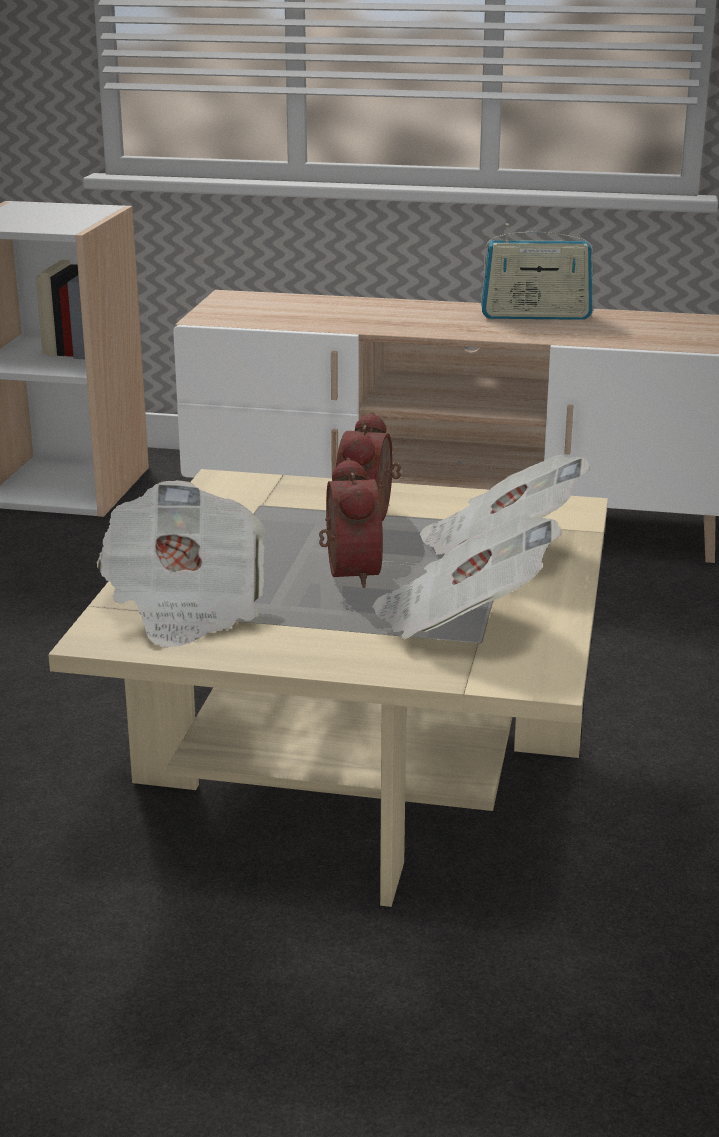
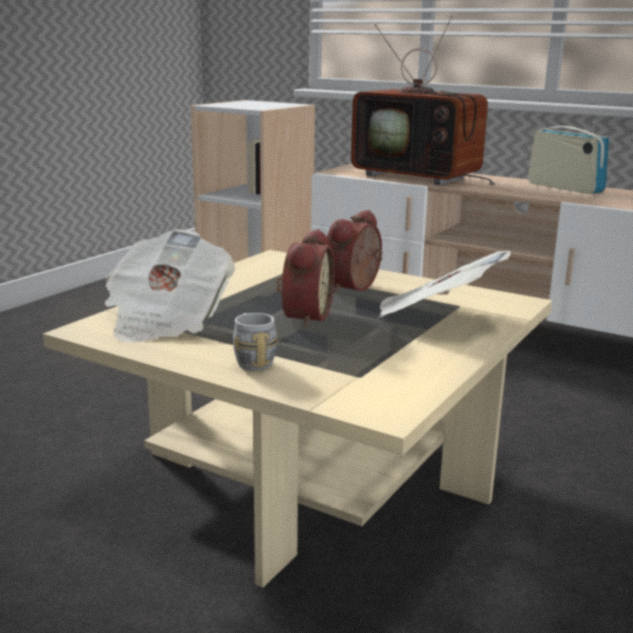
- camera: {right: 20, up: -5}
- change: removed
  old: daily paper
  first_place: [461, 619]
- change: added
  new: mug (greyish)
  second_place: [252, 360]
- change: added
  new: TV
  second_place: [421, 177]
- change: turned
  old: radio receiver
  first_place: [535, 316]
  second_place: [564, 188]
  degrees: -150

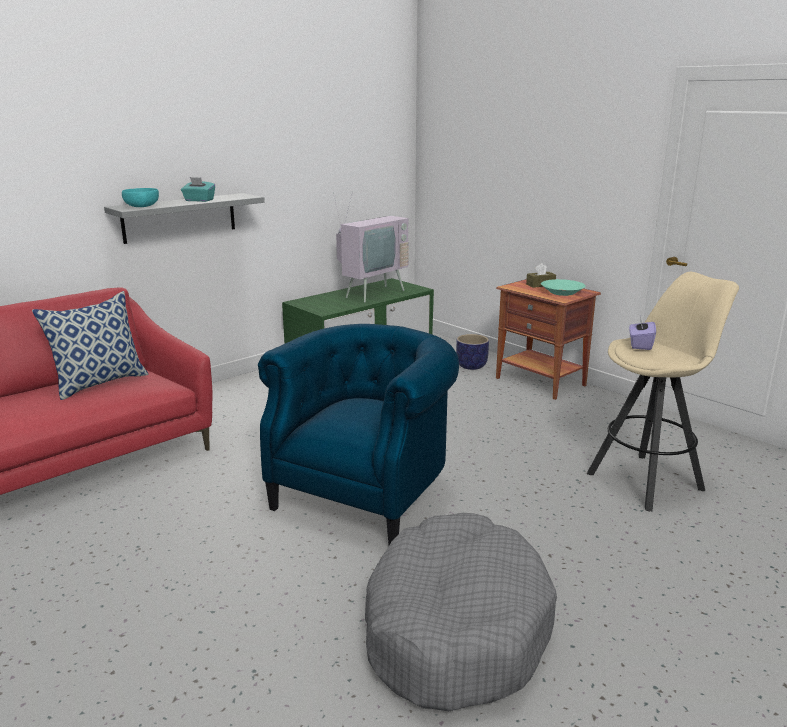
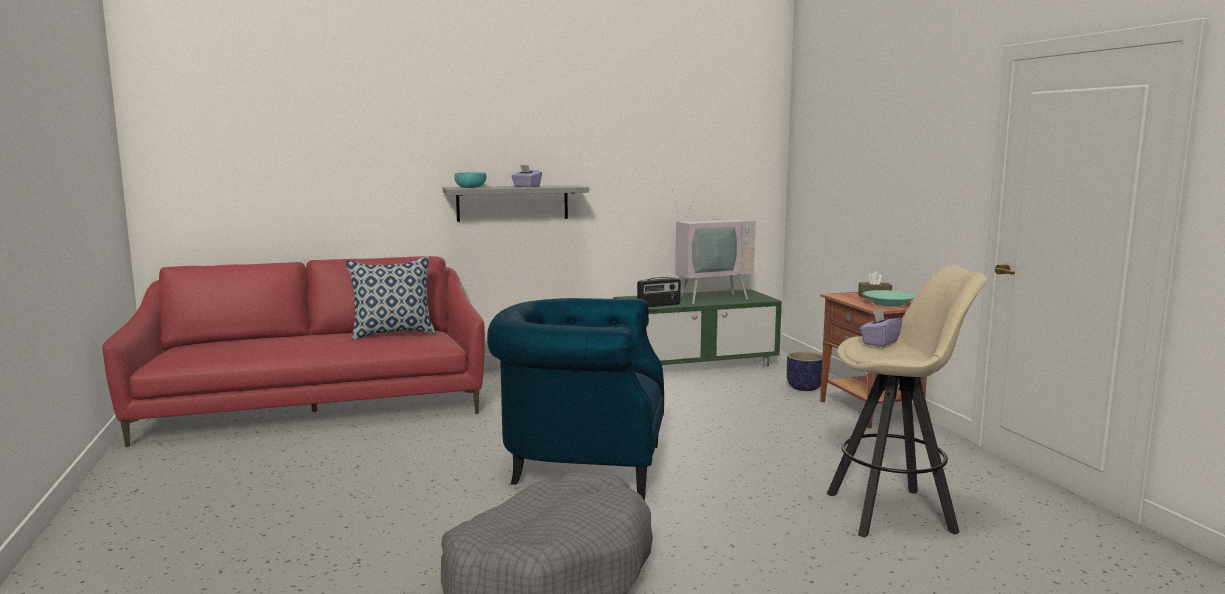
- camera: {right: 25, up: -10}
- change: added
  new: radio receiver
  second_place: [659, 305]
- change: recoloured
  old: tissue holder (blue-green)
  new: tissue holder (purplish)
  first_place: [199, 200]
  second_place: [526, 186]
- change: turned
  old: lounge chair (blue)
  first_place: [367, 493]
  second_place: [580, 467]
  degrees: -135

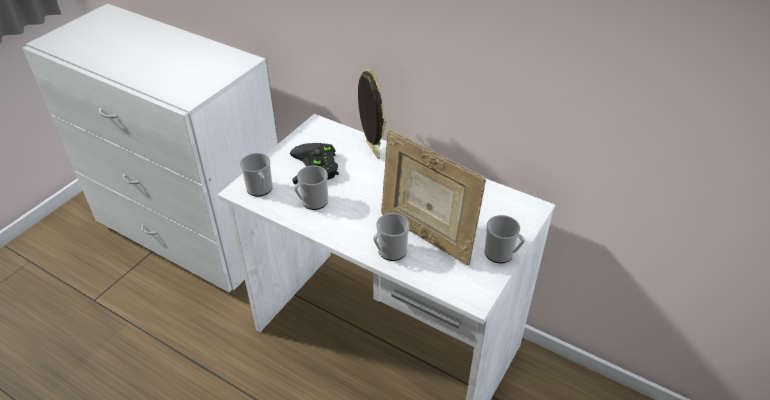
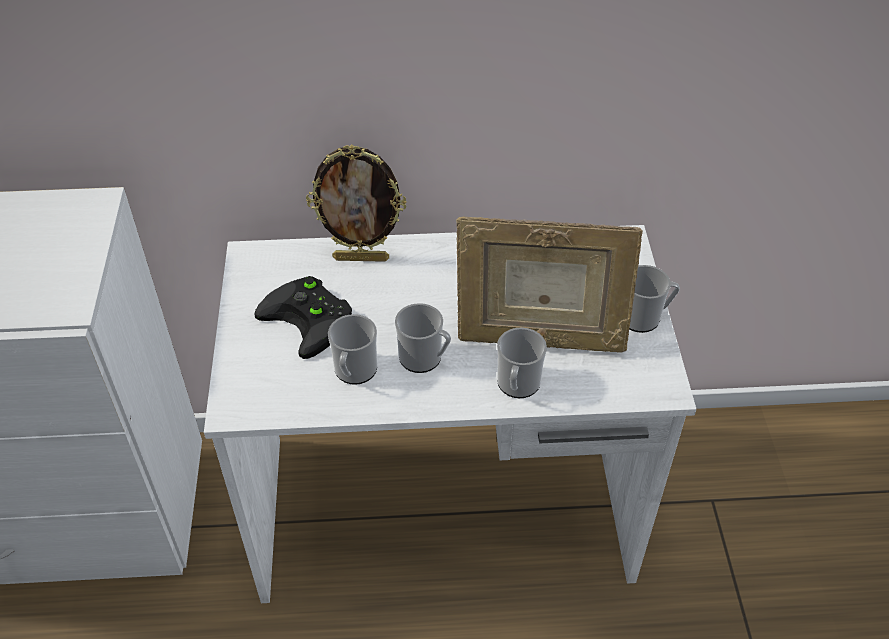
- camera: {right: -35, up: 5}
- change: moved
  old: mug
  first_place: [260, 190]
  second_place: [424, 359]
- change: turned
  old: picture frame
  first_place: [371, 150]
  second_place: [361, 258]
  degrees: 150

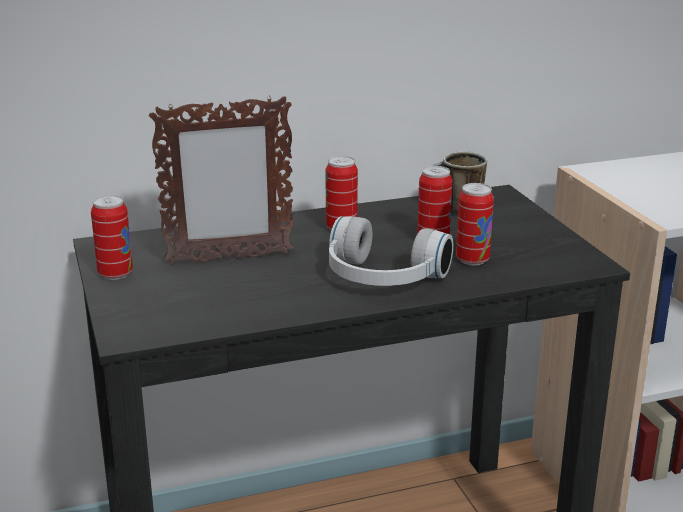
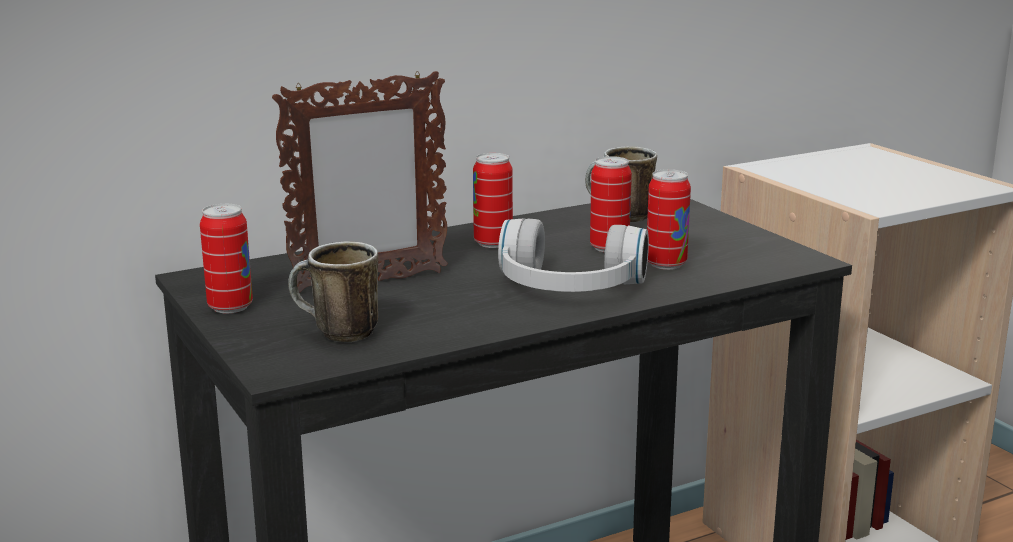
- camera: {right: -10, up: -5}
- change: added
  new: mug
  second_place: [335, 334]

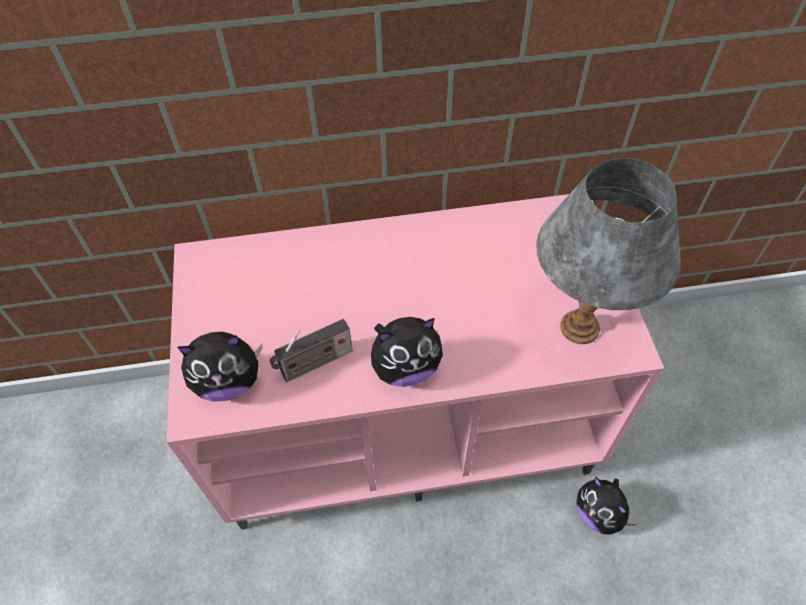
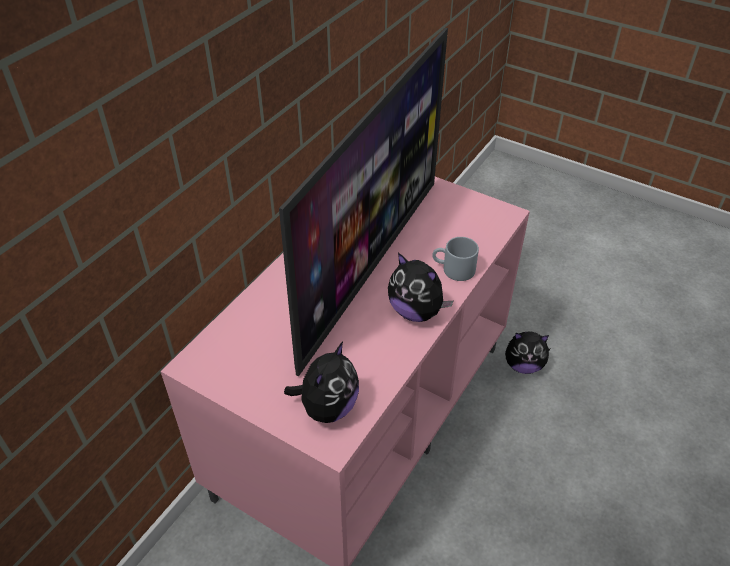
- camera: {right: -50, up: -10}
- change: removed
  old: radio receiver
  first_place: [314, 364]
- change: removed
  old: table lamp (greyish)
  first_place: [579, 326]
- change: added
  new: TV
  second_place: [369, 265]
- change: added
  new: mug (greyish)
  second_place: [453, 269]
- change: turned
  old: soft toy
  first_place: [405, 368]
  second_place: [416, 311]
  degrees: 105

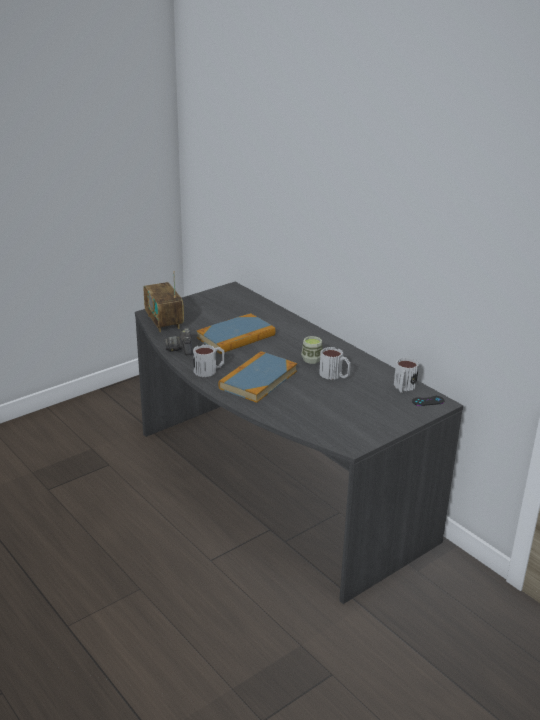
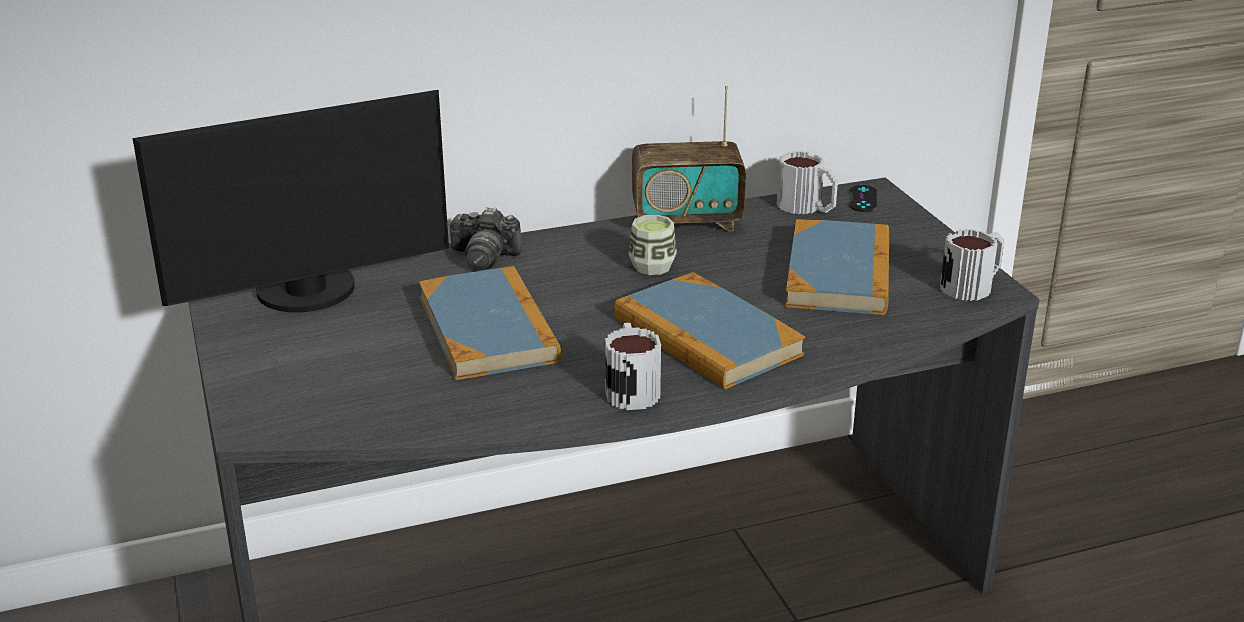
- camera: {right: -70, up: 0}
- change: added
  new: computer screen
  second_place: [309, 293]
- change: added
  new: bound book
  second_place: [839, 273]
- change: moved
  old: radio receiver
  first_place: [164, 322]
  second_place: [686, 221]
- change: moved
  old: photo camera
  first_place: [181, 349]
  second_place: [484, 257]
- change: moved
  old: mug
  first_place: [335, 375]
  second_place: [973, 286]

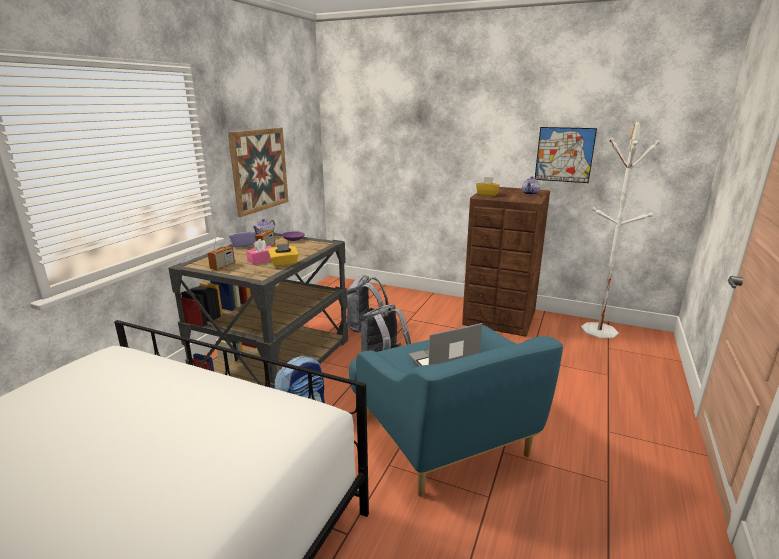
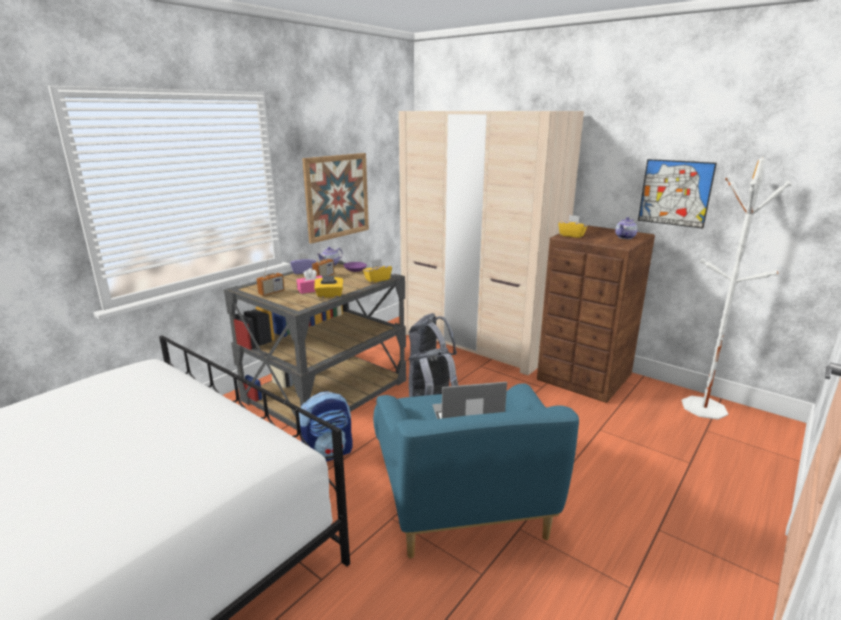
- camera: {right: 15, up: 0}
- change: added
  new: tissue holder (yellow)
  second_place: [377, 279]
- change: added
  new: clothes cupboard (beige-coloured)
  second_place: [476, 342]

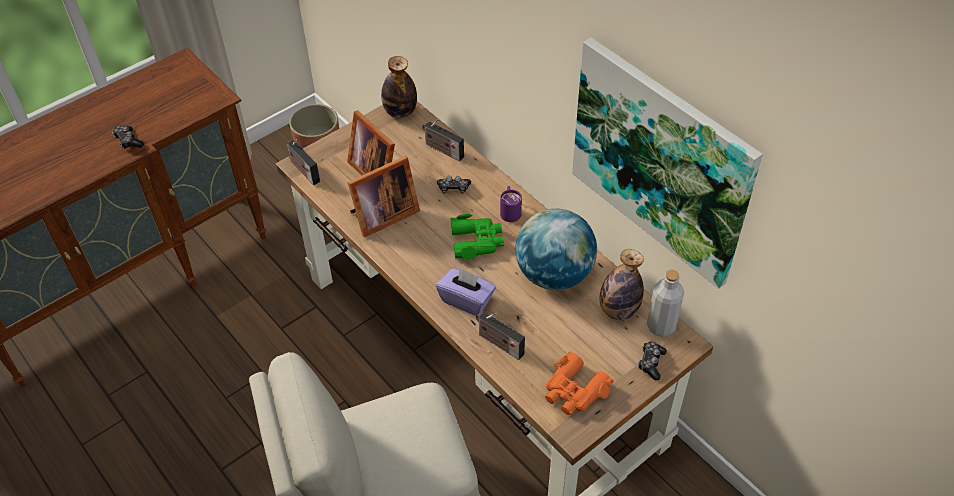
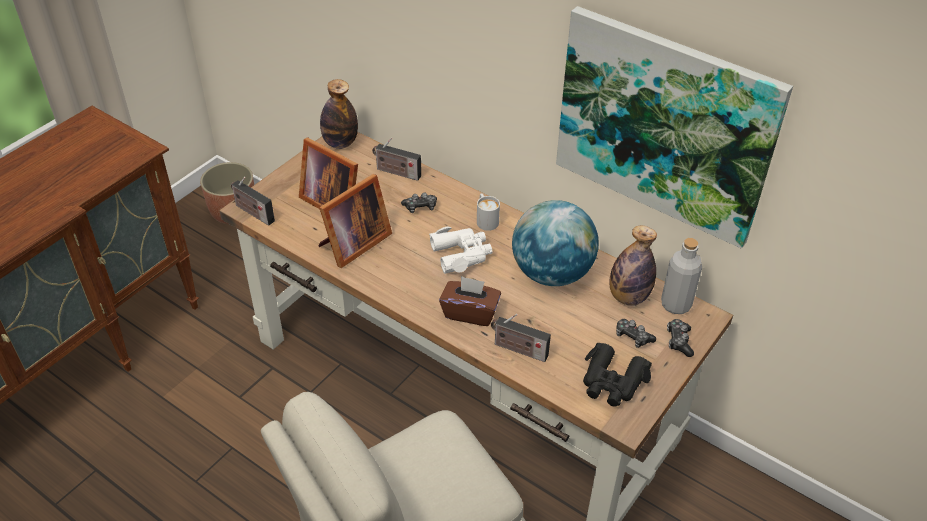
- camera: {right: -15, up: -5}
- change: moved
  old: joypad
  first_place: [128, 141]
  second_place: [632, 337]
- change: recoloured
  old: tissue holder (purplish)
  new: tissue holder (brown)
  first_place: [466, 300]
  second_place: [470, 312]
- change: recoloured
  old: field glasses (green-coloured)
  new: field glasses (white-coloured)
  first_place: [477, 241]
  second_place: [461, 254]
- change: recoloured
  old: mug (purplish)
  new: mug (white-coloured)
  first_place: [510, 210]
  second_place: [485, 219]
- change: recoloured
  old: field glasses (orange)
  new: field glasses (black)
  first_place: [574, 391]
  second_place: [612, 382]

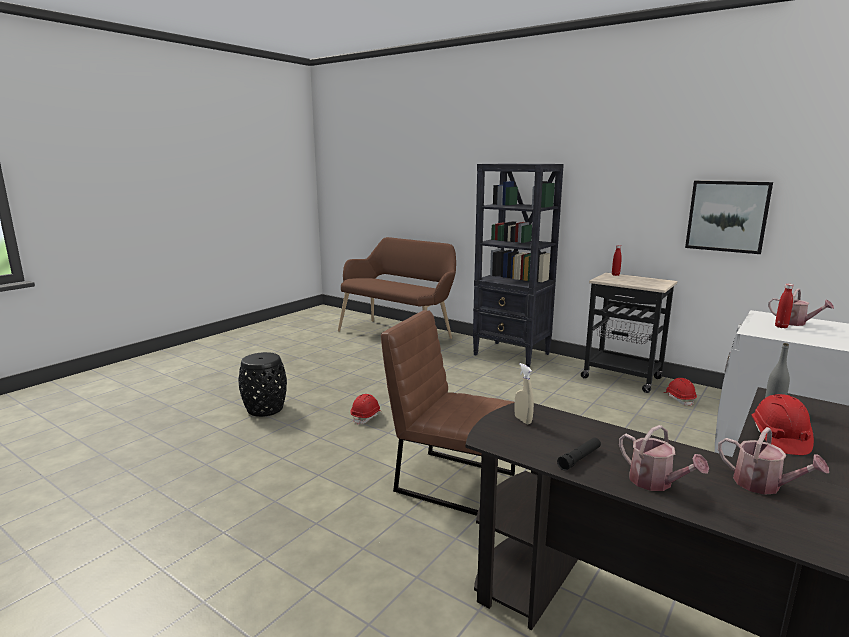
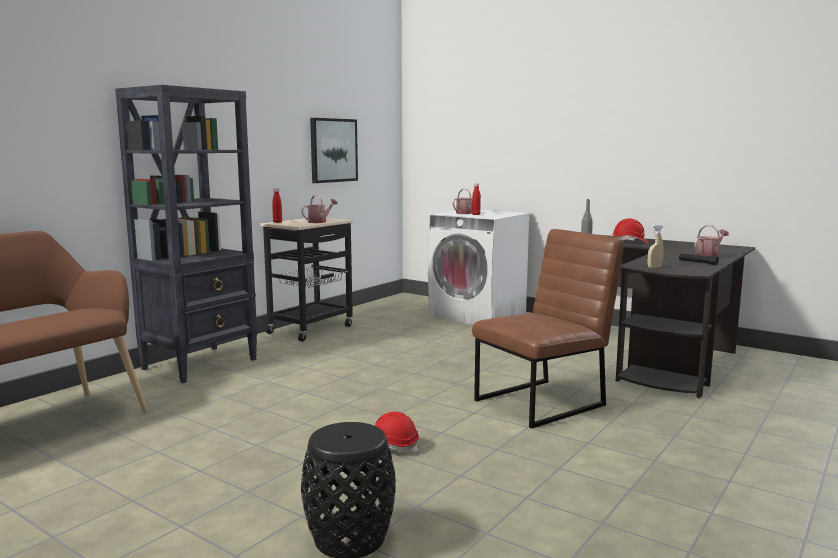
- camera: {right: -90, up: -5}
- change: removed
  old: safety helmet (red-coloured)
  first_place: [679, 399]
- change: moved
  old: watering can
  first_place: [763, 485]
  second_place: [319, 221]
- change: turned
  old: upright chair (brown)
  first_place: [452, 481]
  second_place: [543, 402]
  degrees: -150

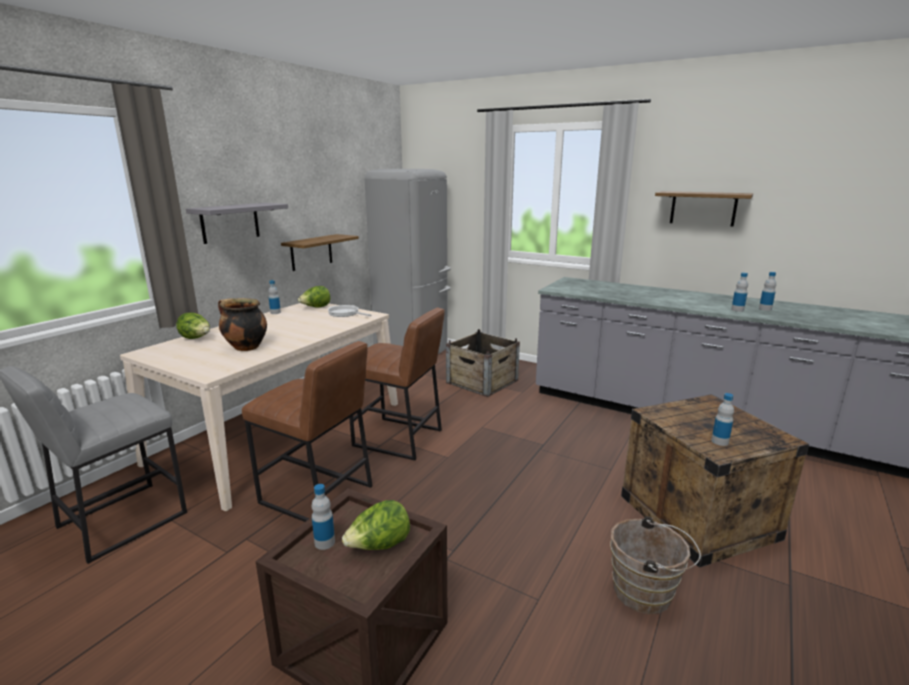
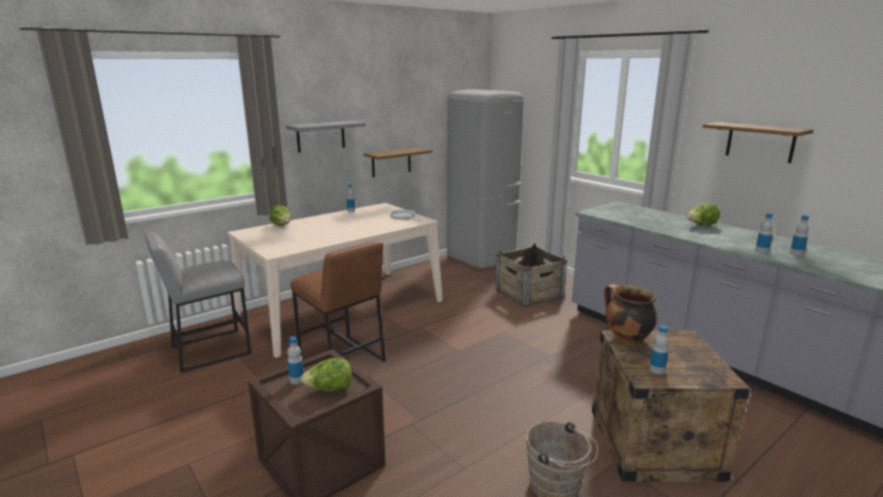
- camera: {right: 20, up: 0}
- change: removed
  old: upright chair (brown)
  first_place: [399, 438]
- change: moved
  old: saucepot
  first_place: [245, 347]
  second_place: [626, 338]
- change: moved
  old: head of lettuce
  first_place: [316, 308]
  second_place: [701, 225]

